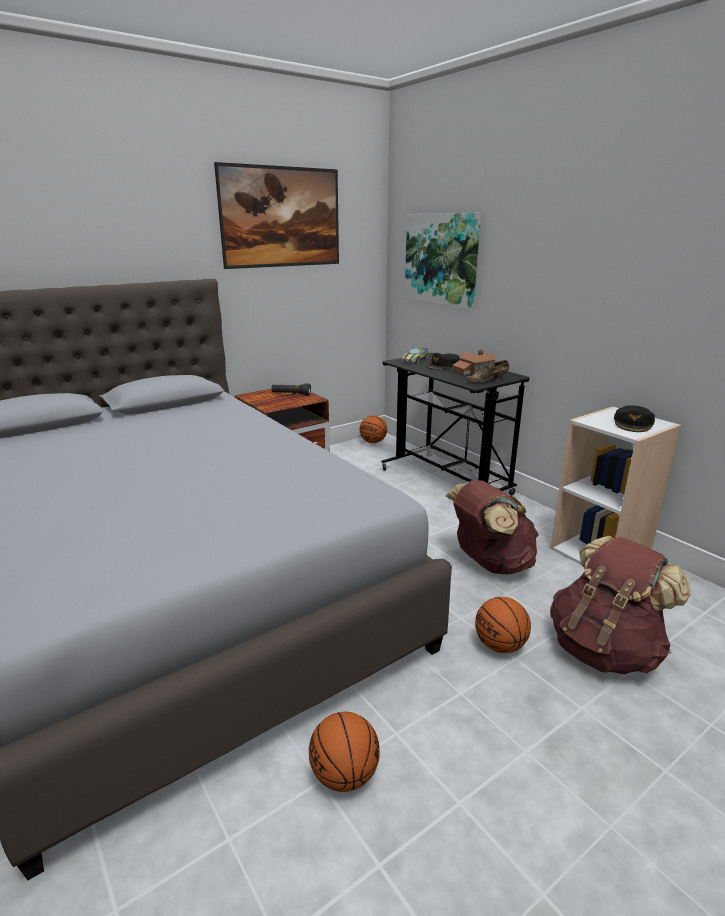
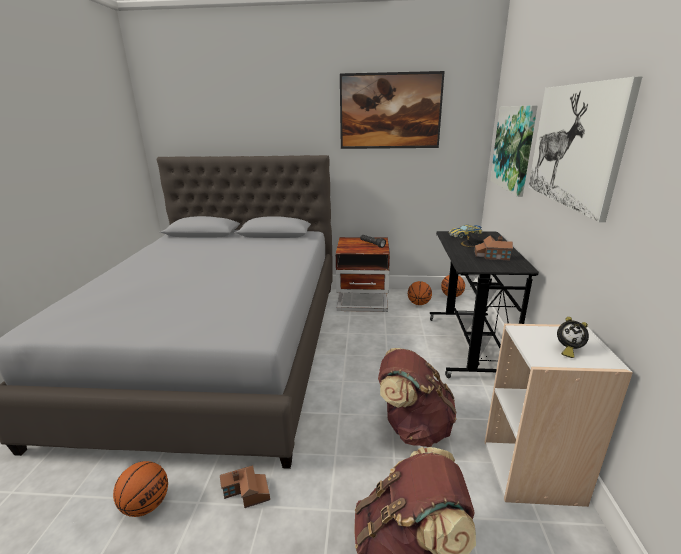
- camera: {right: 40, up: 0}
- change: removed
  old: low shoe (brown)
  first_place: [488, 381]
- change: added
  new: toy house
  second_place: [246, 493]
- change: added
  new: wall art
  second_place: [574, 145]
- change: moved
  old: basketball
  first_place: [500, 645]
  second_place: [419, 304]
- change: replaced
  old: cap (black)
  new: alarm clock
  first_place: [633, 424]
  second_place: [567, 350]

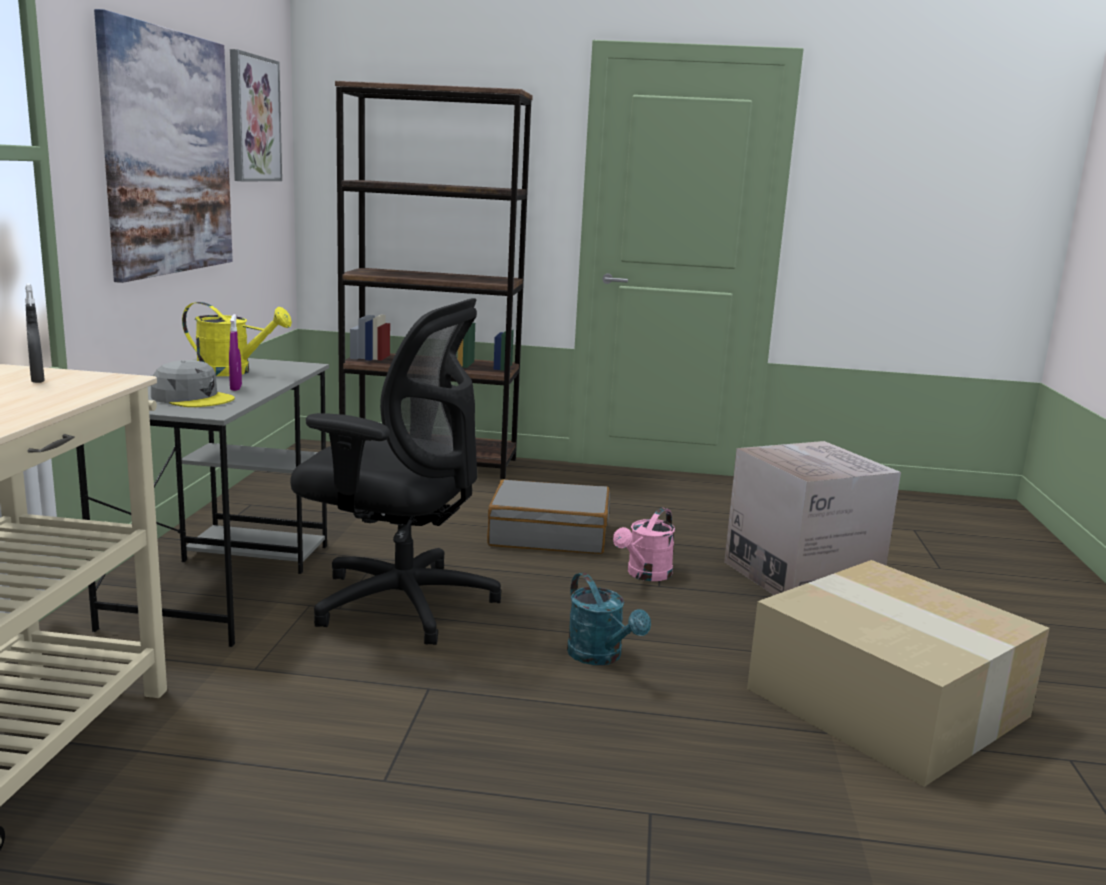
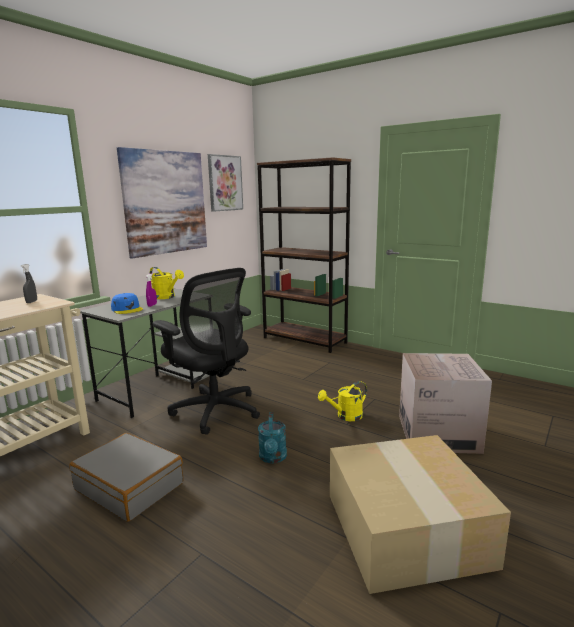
- camera: {right: 30, up: 0}
- change: moved
  old: travel case (greyish)
  first_place: [549, 534]
  second_place: [130, 486]
- change: recoloured
  old: cap (greyish)
  new: cap (blue)
  first_place: [192, 398]
  second_place: [127, 309]
- change: recoloured
  old: watering can (pink)
  new: watering can (yellow)
  first_place: [645, 575]
  second_place: [345, 416]

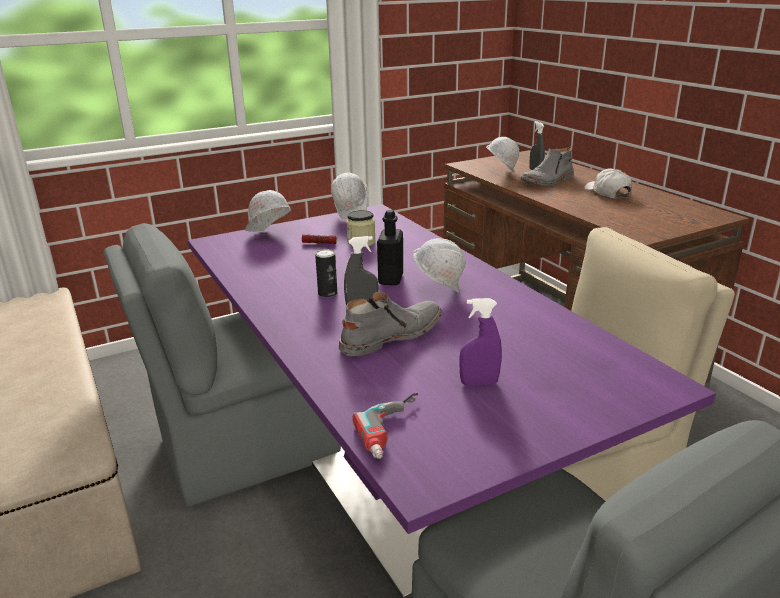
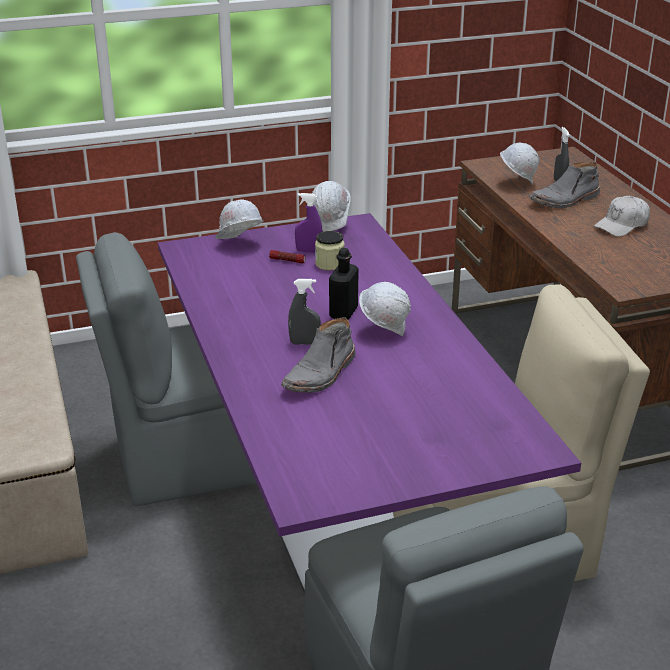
- camera: {right: 10, up: 5}
- change: removed
  old: can
  first_place: [327, 293]
- change: removed
  old: power drill
  first_place: [397, 430]
- change: moved
  old: sprayer (purplish)
  first_place: [479, 383]
  second_place: [308, 251]
- change: turned
  old: high-top boot (greyish)
  first_place: [390, 336]
  second_place: [320, 374]
  degrees: 150
- change: turned
  old: cap (white-coloured)
  first_place: [607, 193]
  second_place: [622, 225]
  degrees: -120

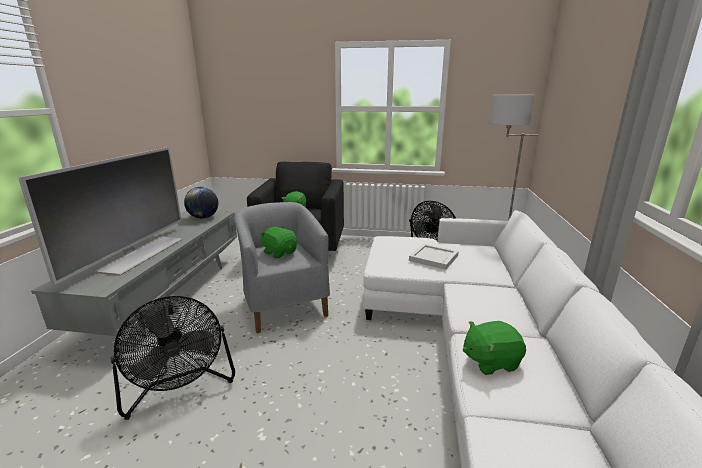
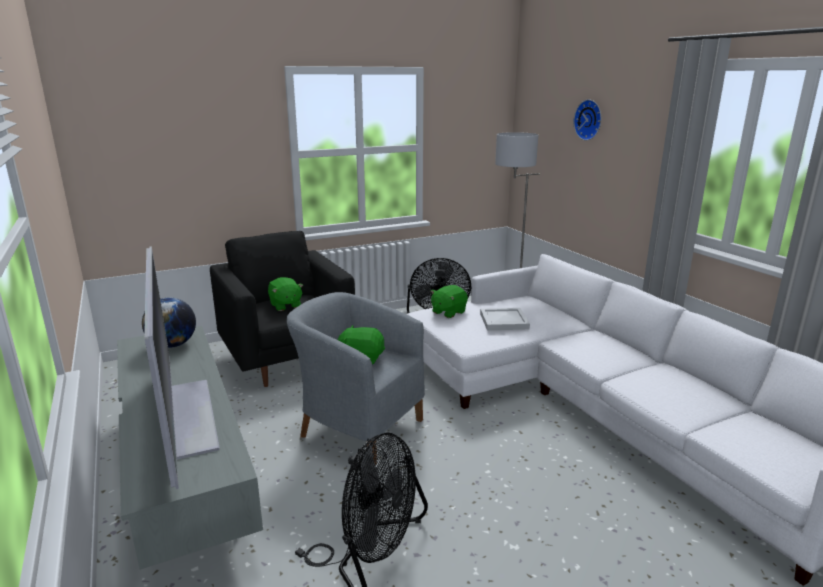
- camera: {right: -35, up: 0}
- change: added
  new: hanging clock
  second_place: [589, 120]
- change: moved
  old: soft toy (green-coloured)
  first_place: [490, 361]
  second_place: [448, 312]

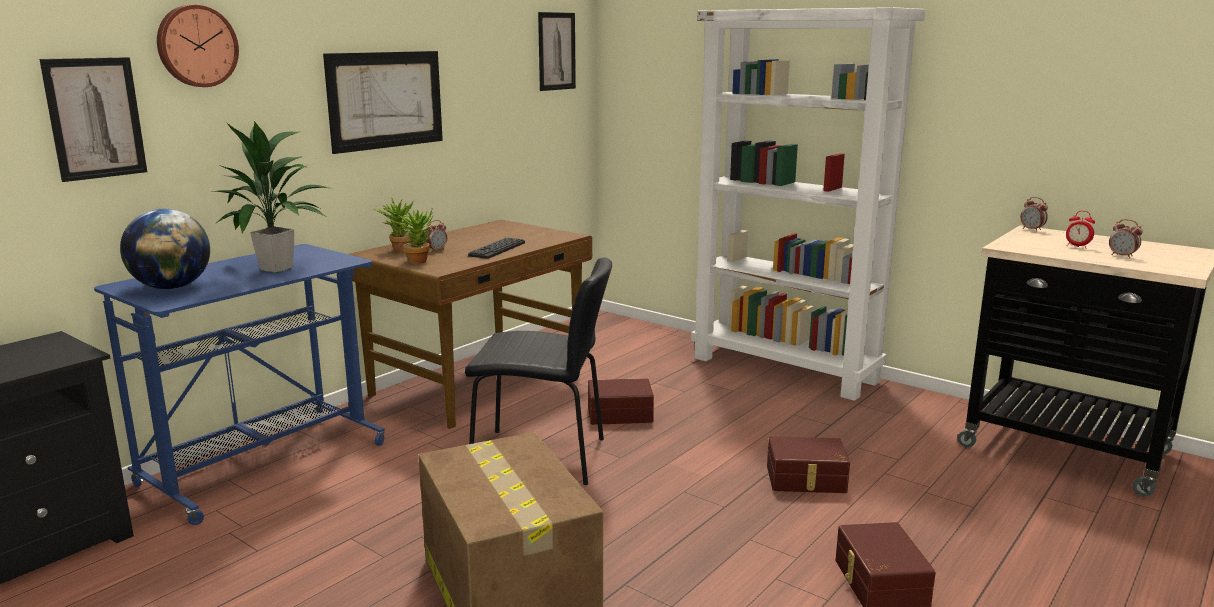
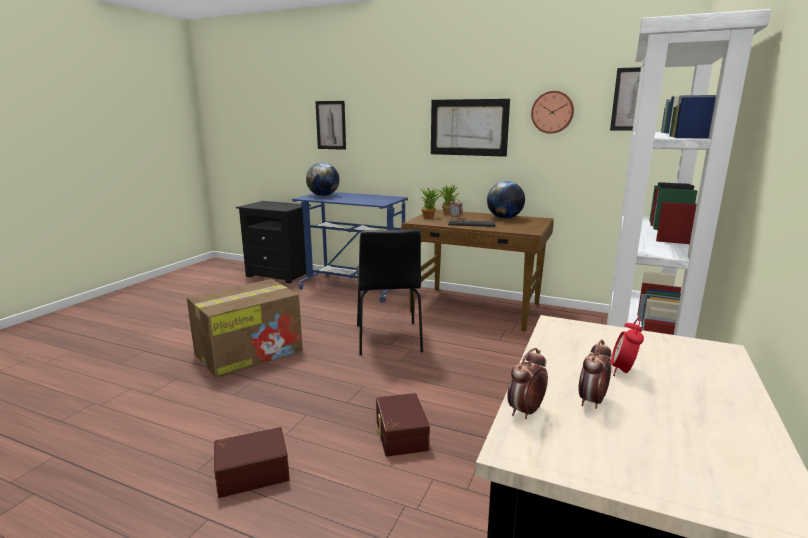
- camera: {right: 75, up: 0}
- change: removed
  old: potted plant
  first_place: [278, 268]
- change: removed
  old: storage bin (brown)
  first_place: [619, 413]
- change: added
  new: globe
  second_place: [504, 218]
- change: moved
  old: hanging clock
  first_place: [196, 46]
  second_place: [552, 112]
- change: moved
  old: alarm clock
  first_place: [1032, 229]
  second_place: [525, 411]

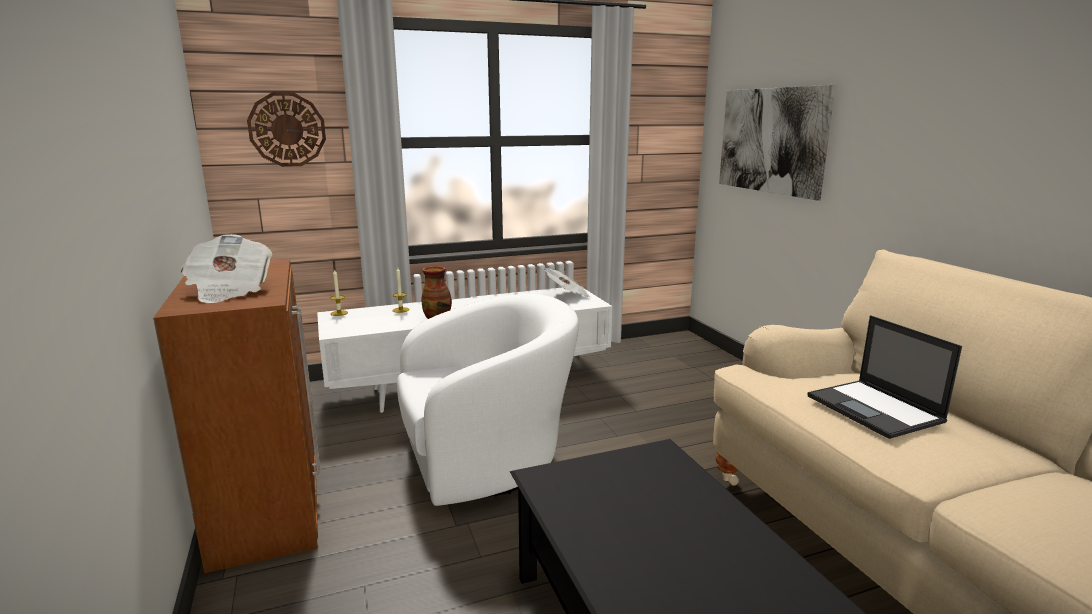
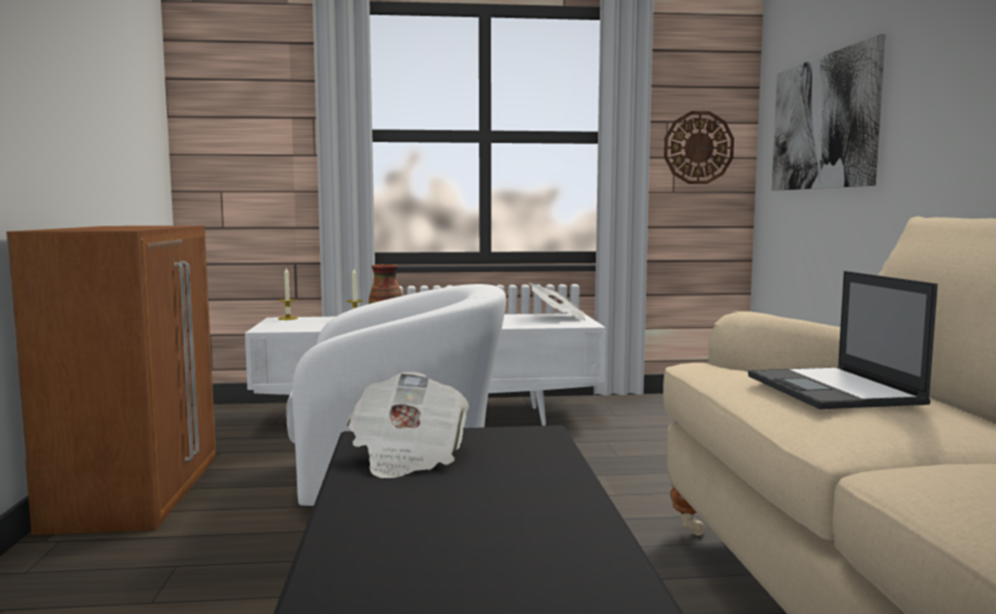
- camera: {right: 15, up: -10}
- change: moved
  old: daily paper
  first_place: [229, 290]
  second_place: [407, 456]
- change: moved
  old: hanging clock
  first_place: [287, 129]
  second_place: [698, 147]

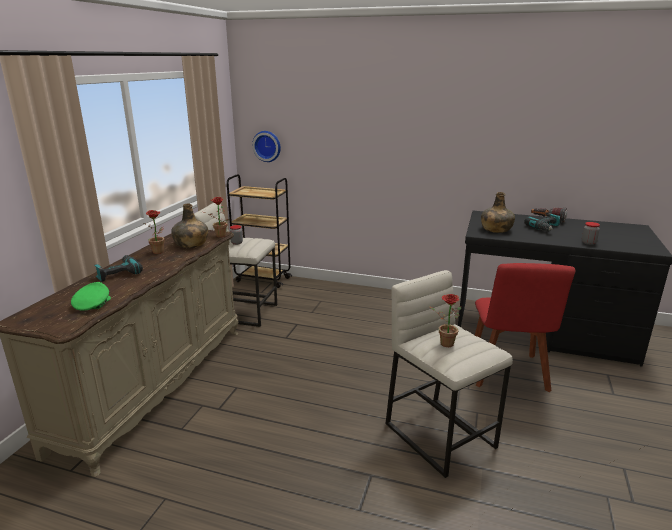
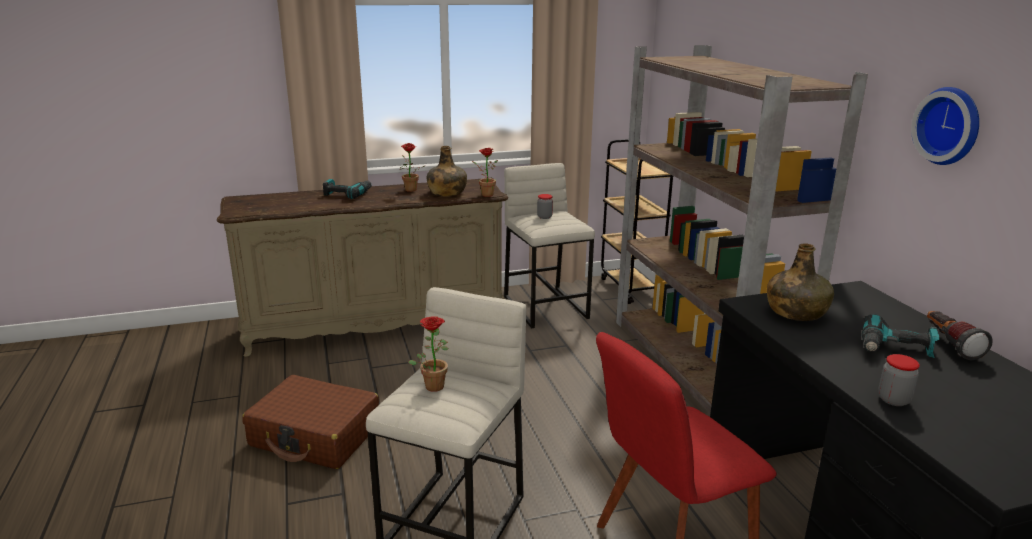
- camera: {right: 55, up: 0}
- change: removed
  old: cap (green-coloured)
  first_place: [92, 304]
- change: added
  new: travel case (brown)
  second_place: [315, 436]
- change: added
  new: bookcase (brown)
  second_place: [698, 366]
- change: moved
  old: hanging clock
  first_place: [267, 146]
  second_place: [950, 125]

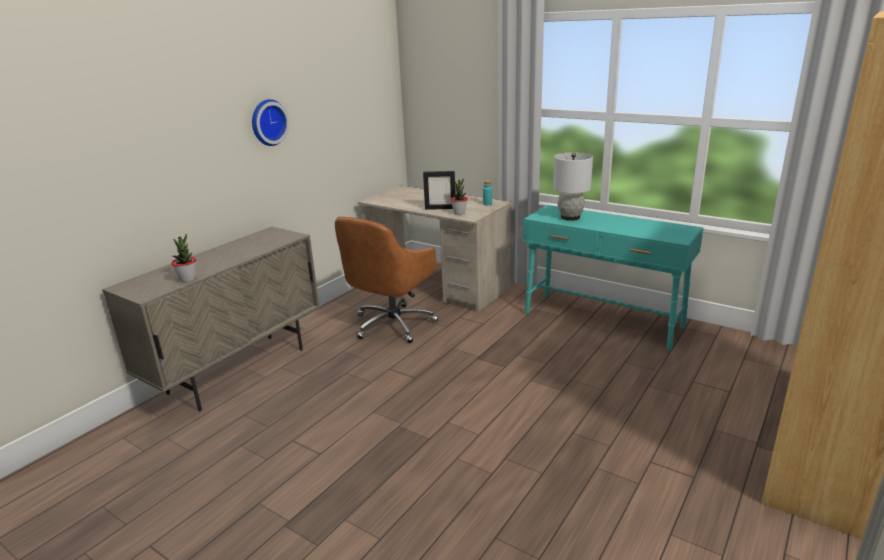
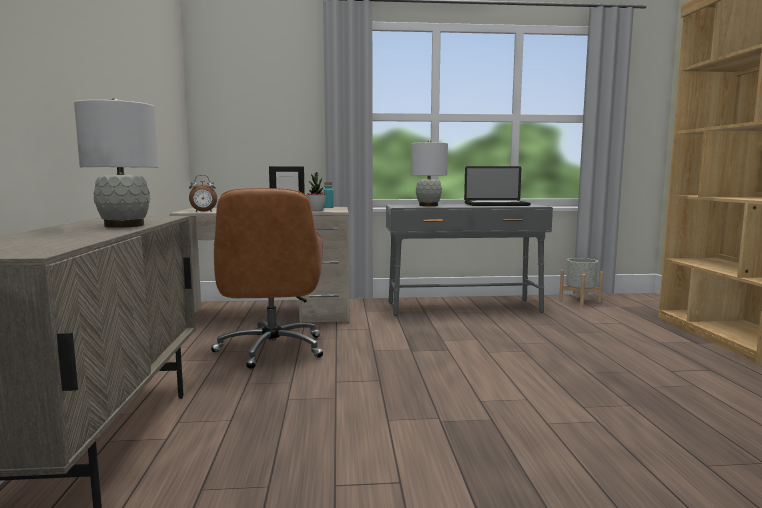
- camera: {right: -40, up: -15}
- change: removed
  old: potted plant
  first_place: [188, 279]
- change: removed
  old: hanging clock
  first_place: [267, 122]
- change: added
  new: table lamp (white-coloured)
  second_place: [124, 225]
- change: added
  new: alarm clock
  second_place: [203, 211]
- change: added
  new: notebook computer
  second_place: [496, 204]
- change: added
  new: plant pot (greyish)
  second_place: [579, 301]
- change: recoloured
  old: narrow table (blue-green)
  new: narrow table (greyish)
  first_place: [602, 321]
  second_place: [464, 308]

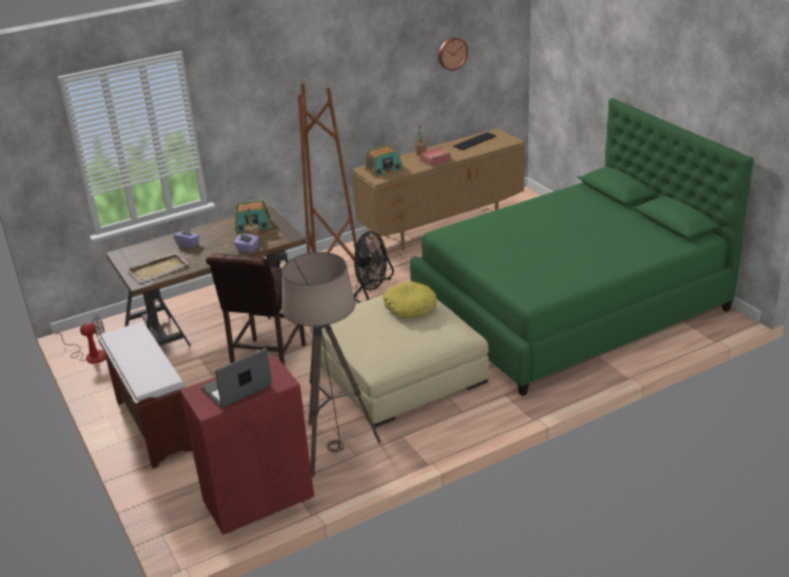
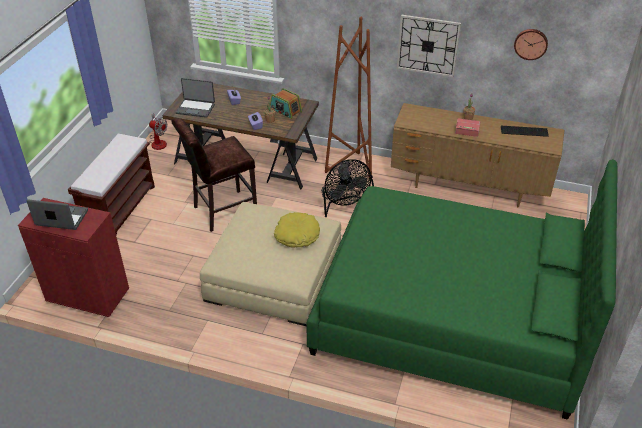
- camera: {right: 45, up: 10}
- change: removed
  old: floor lamp
  first_place: [334, 446]
- change: removed
  old: radio receiver
  first_place: [384, 169]
- change: added
  new: hanging clock
  second_place: [428, 45]
- change: replaced
  old: tray (beige-coloured)
  new: notebook computer
  first_place: [158, 268]
  second_place: [195, 108]

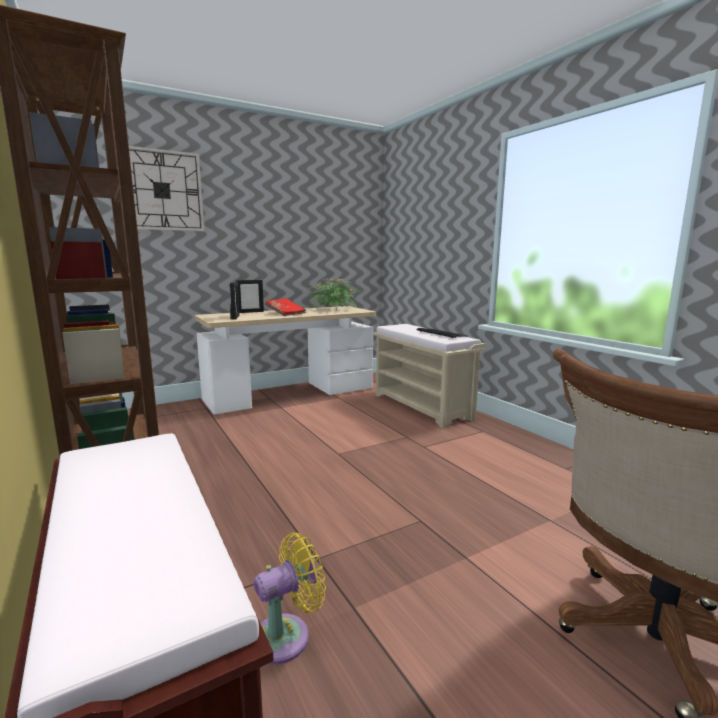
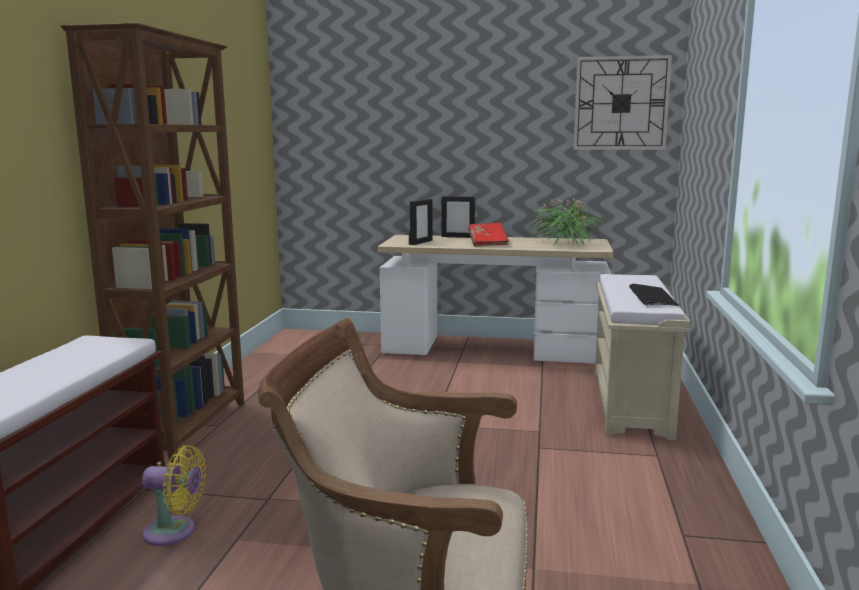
- camera: {right: 40, up: 0}
- change: moved
  old: hanging clock
  first_place: [161, 190]
  second_place: [621, 103]

